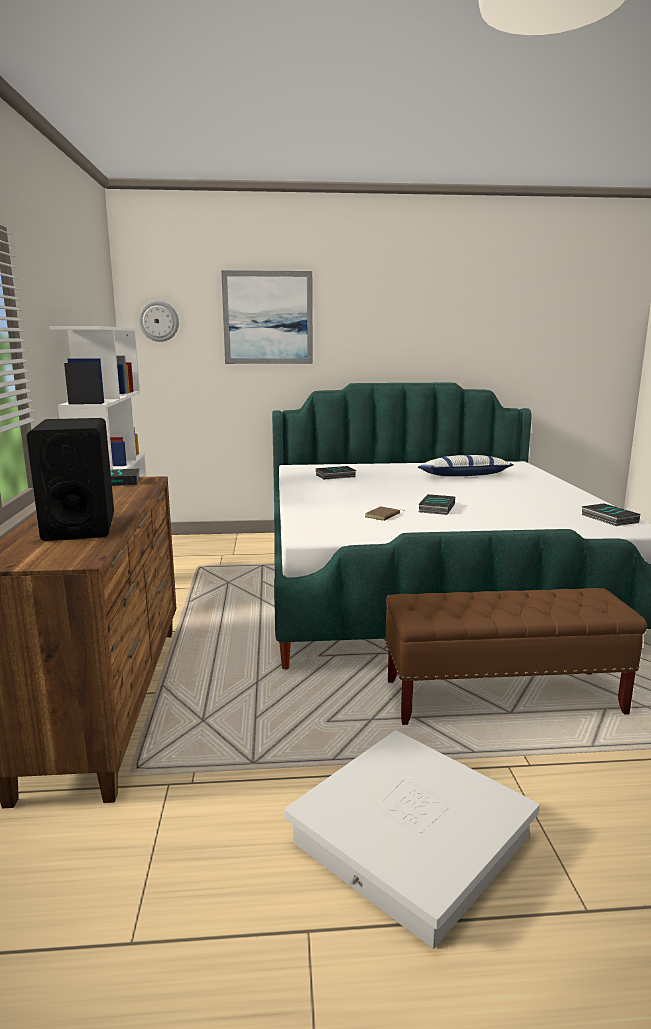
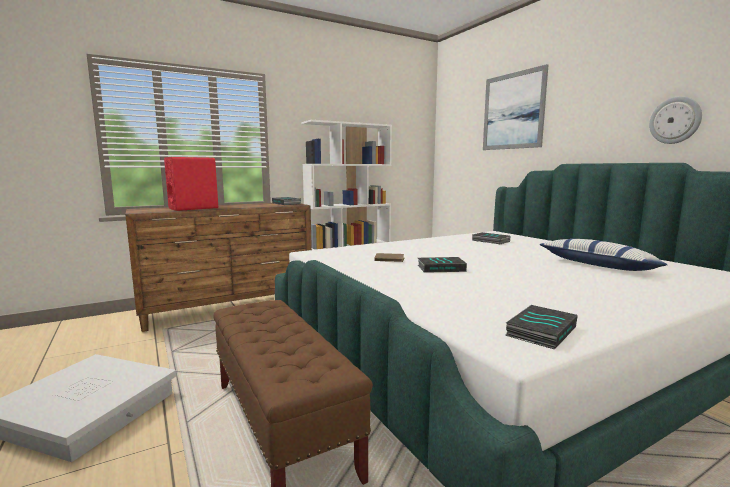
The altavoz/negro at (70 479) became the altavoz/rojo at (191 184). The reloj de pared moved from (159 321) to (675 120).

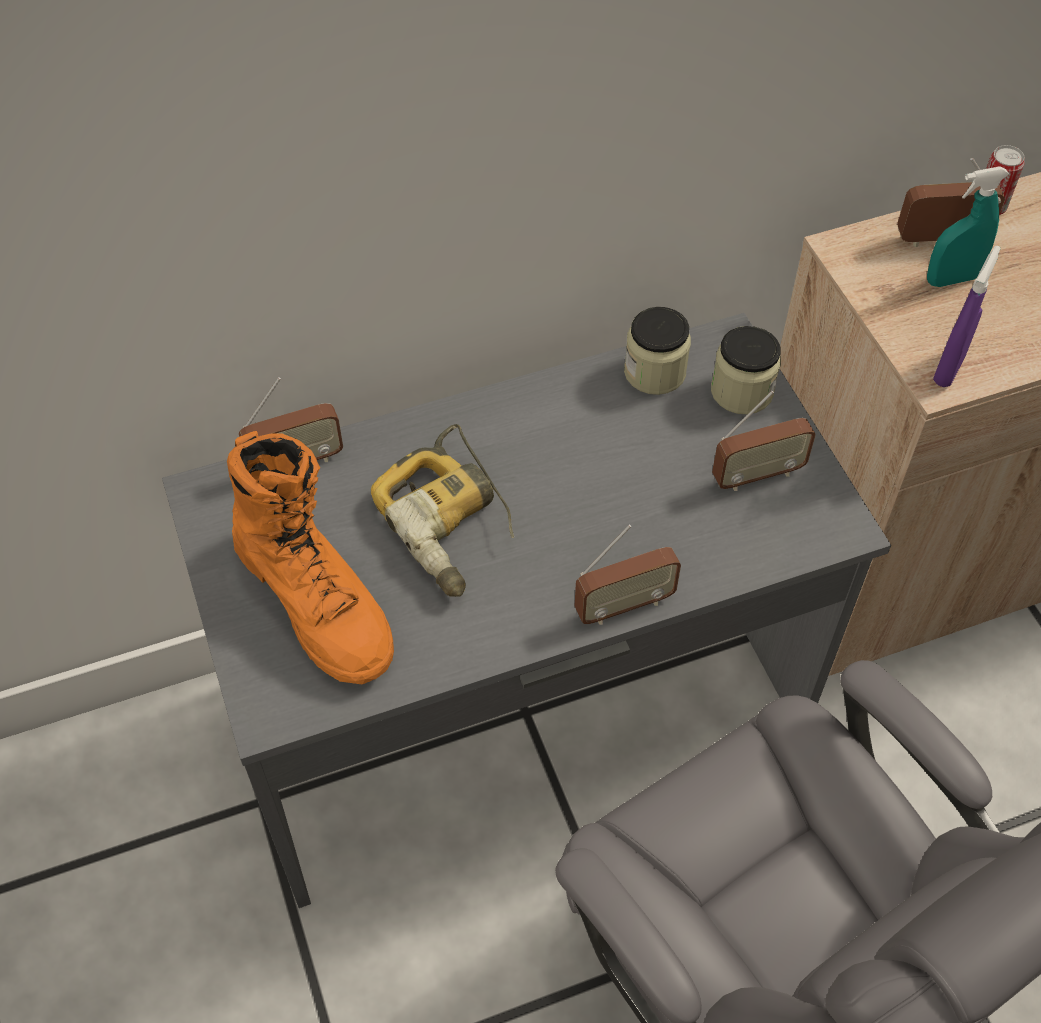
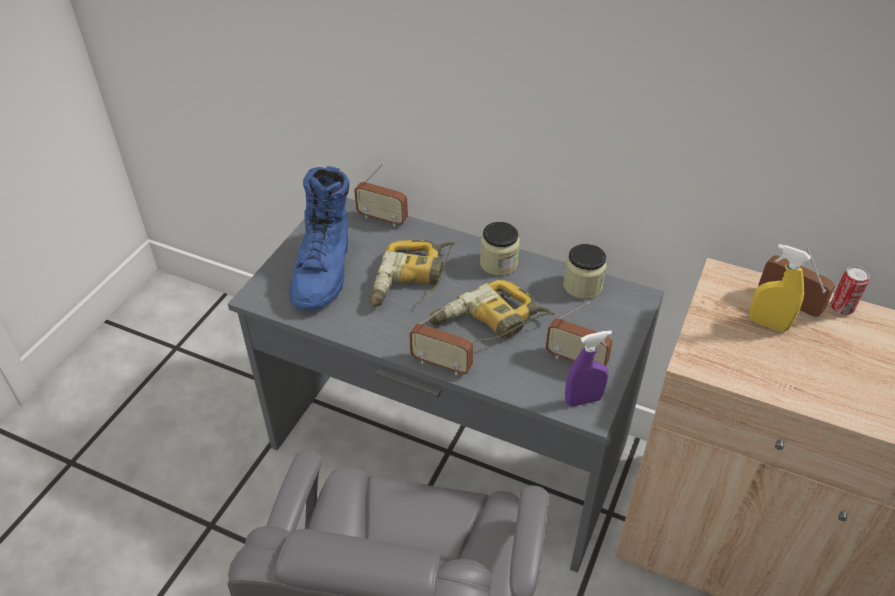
The bota/naranja at (310 557) became the bota/azul at (319 238). The taladro at (492 311) appeared. The tarro moved from (746 370) to (500 249). The pulverizador/morado moved from (967 316) to (588 368). The pulverizador/turquesa at (968 226) became the pulverizador/amarillo at (780 288).

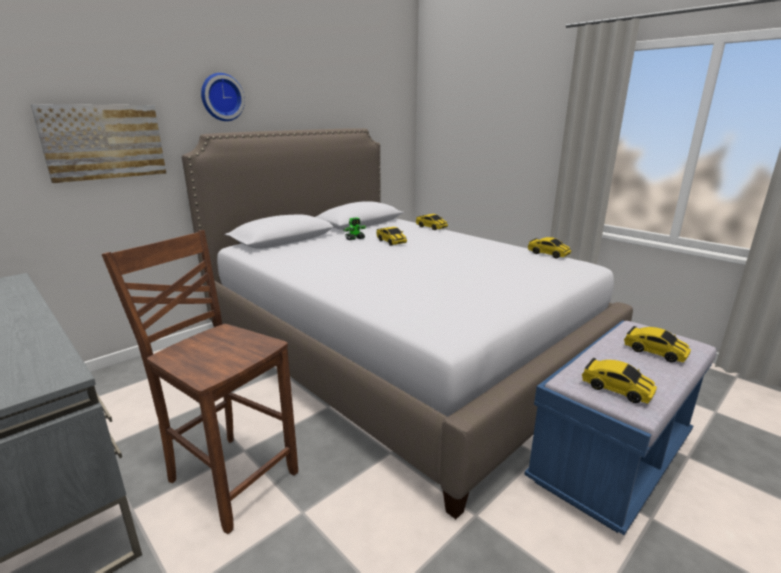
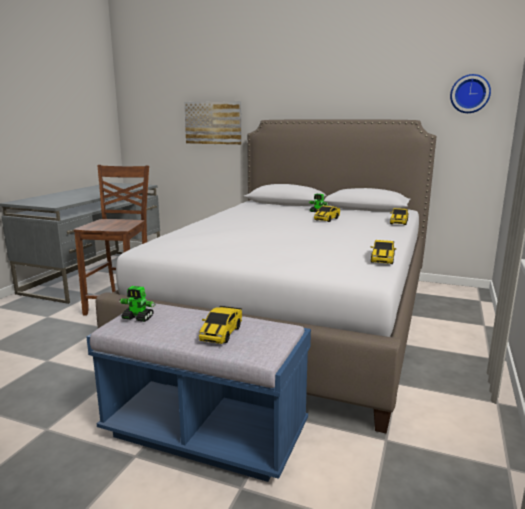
The coche de juguete at (619 381) was replaced by the robot de juguete at (137 304). The reloj de pared moved from (223 97) to (470 93).

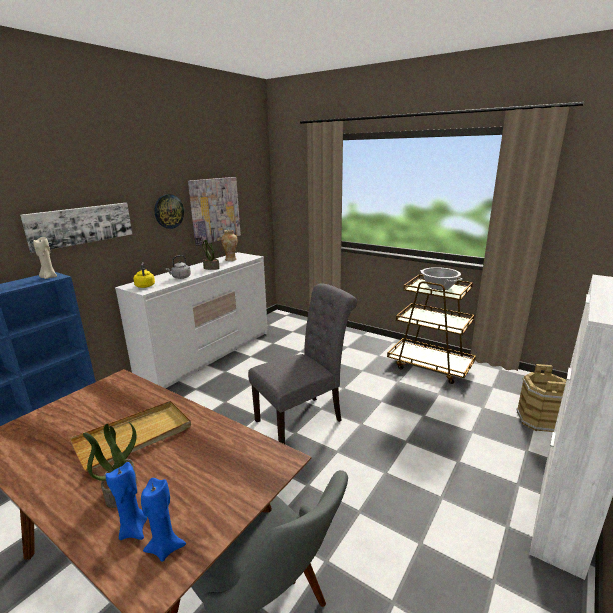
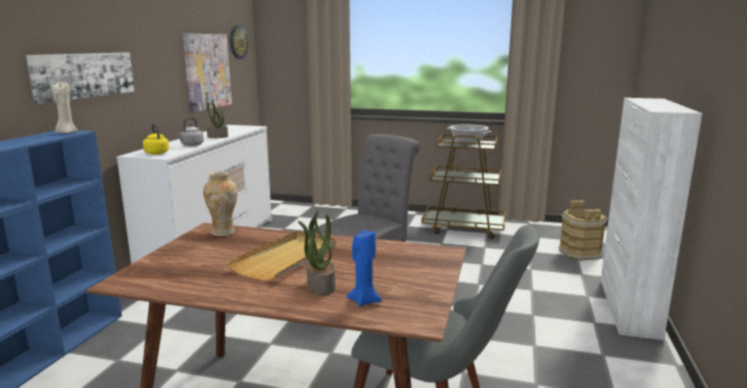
The florero moved from (229 245) to (220 203). The reloj de pared moved from (169 211) to (239 42). The vela/azul at (163 520) disappeared.

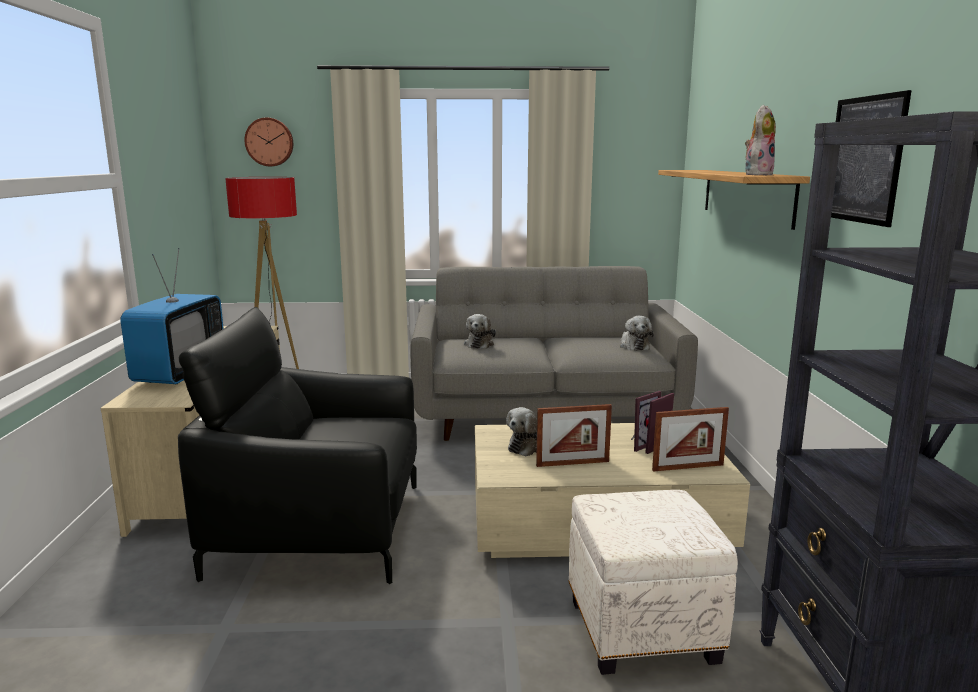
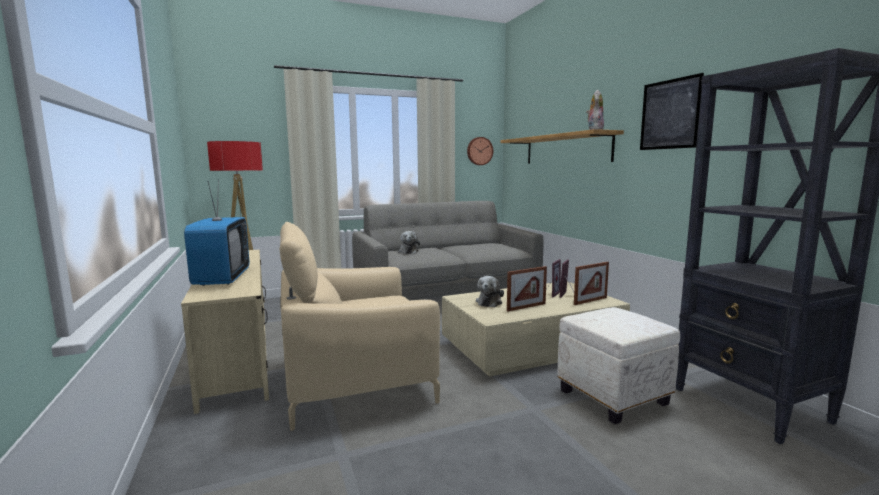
The sillón/negro at (297 445) became the sillón/beis at (359 326). The reloj de pared moved from (268 141) to (480 151). The peluche at (637 333) disappeared.

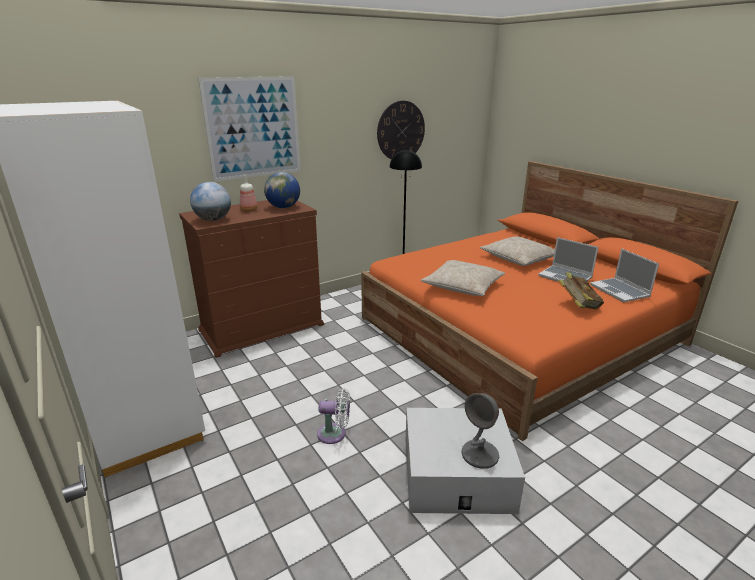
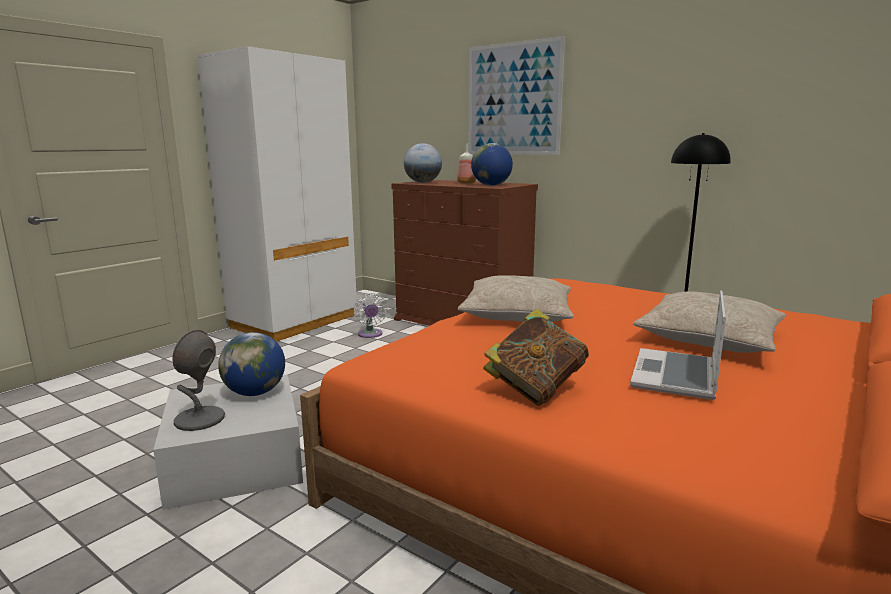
The globo terráqueo at (251 364) appeared. The ventilador/blanco moved from (333 416) to (371 315). The reloj de pared at (401 130) disappeared. The portátil at (624 275) disappeared.

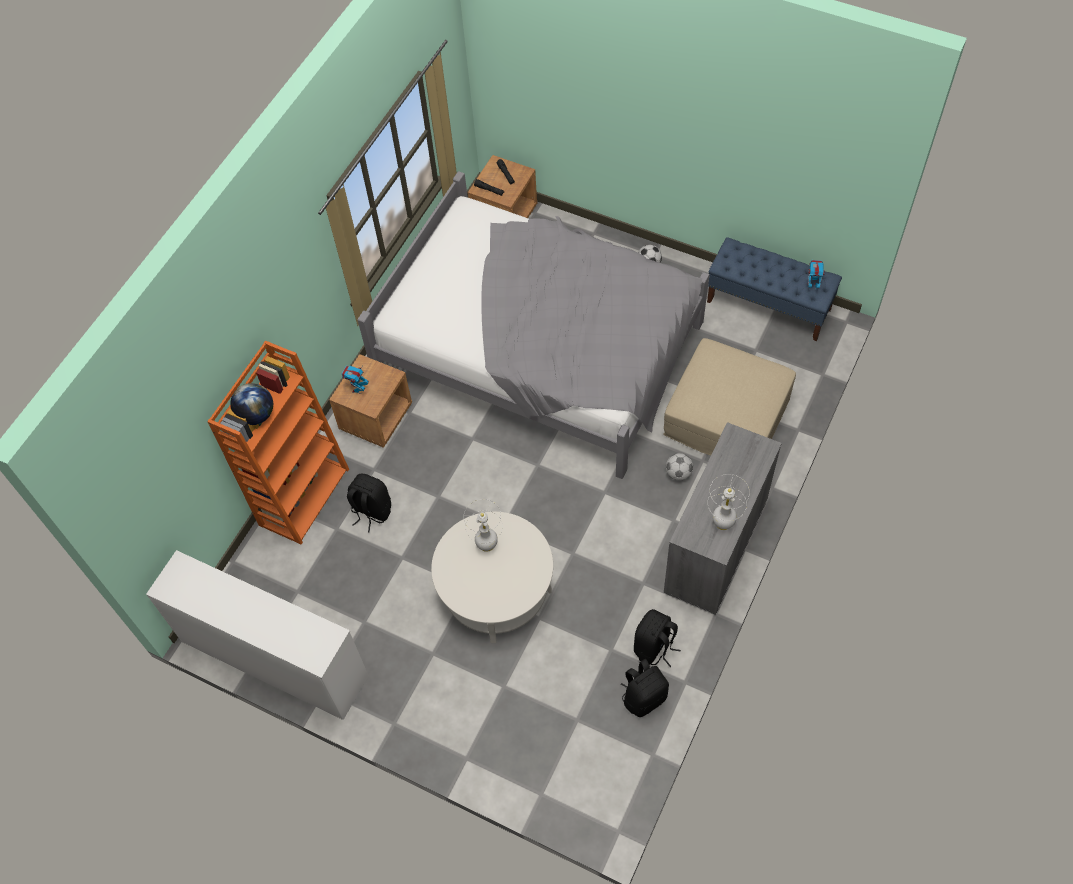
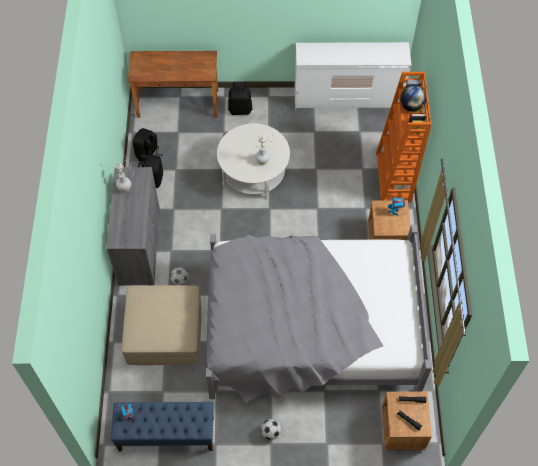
The escritorio/marrón at (173 84) appeared. The mochila/negro moved from (369 503) to (240 98).

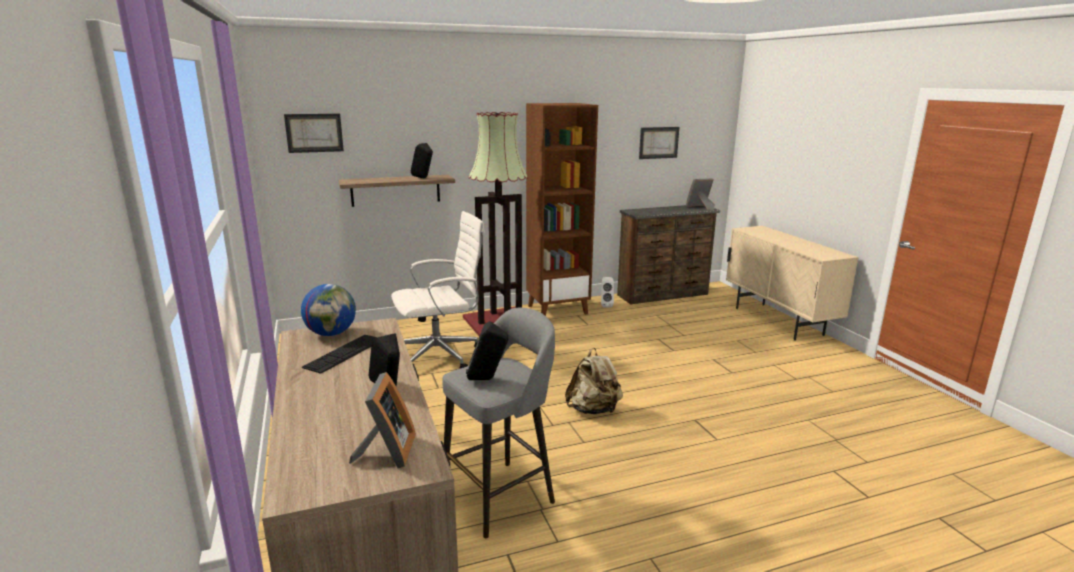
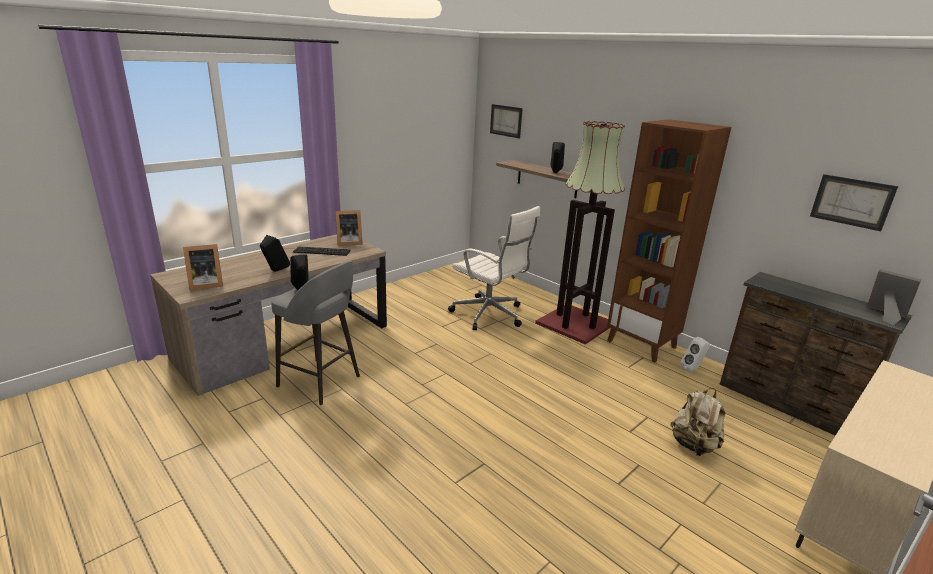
The globo terráqueo at (328 310) was replaced by the portarretratos at (349 228). The mochila/beis moved from (594 381) to (697 422).

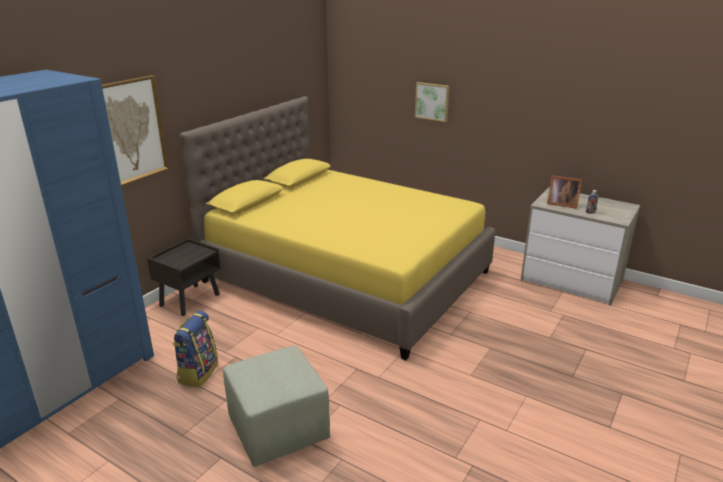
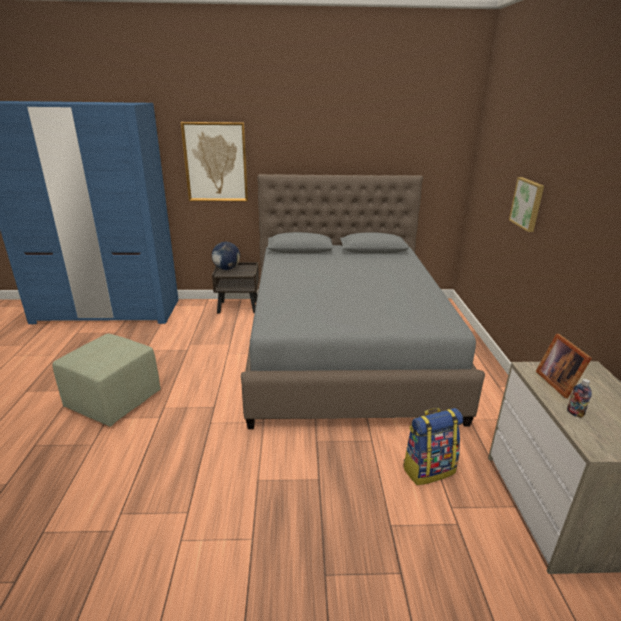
The globo terráqueo at (226 256) appeared. The cama/amarillo at (337 228) became the cama/gris at (363 301). The mochila moved from (195 348) to (433 446).

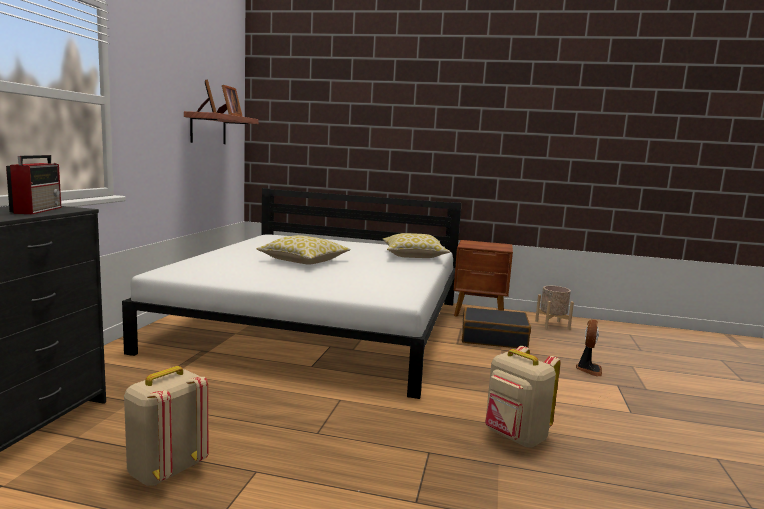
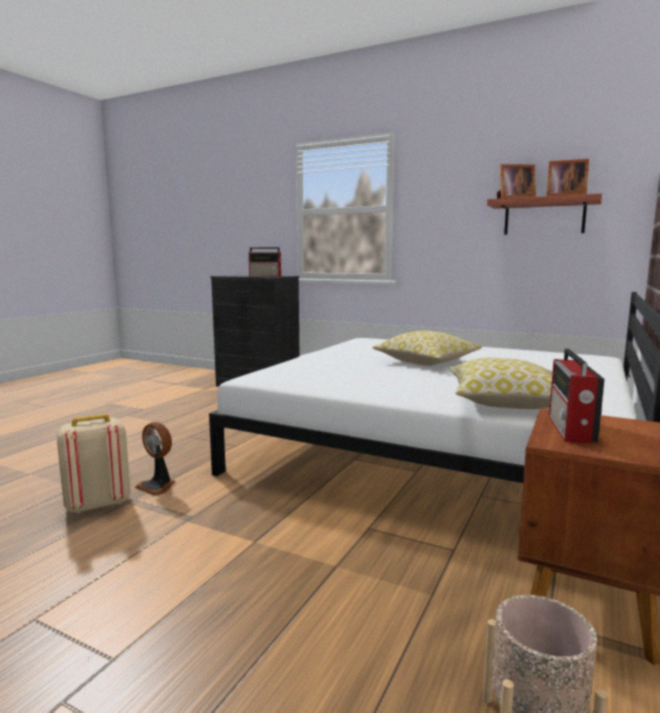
The ventilador moved from (589 348) to (155 459). The radio at (577 396) appeared. The mochila/beis at (166 426) disappeared. The maleta/negro at (496 327) disappeared.

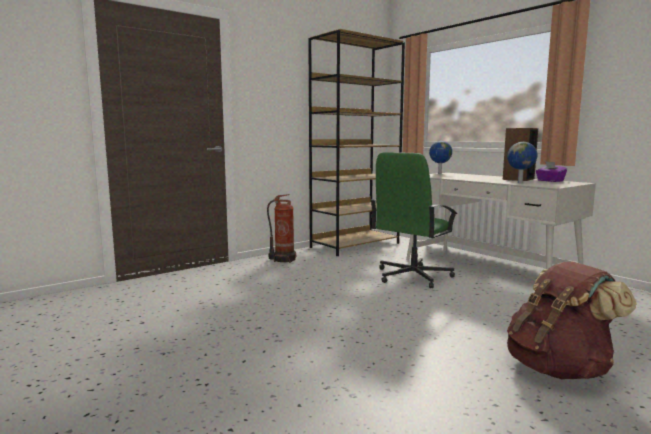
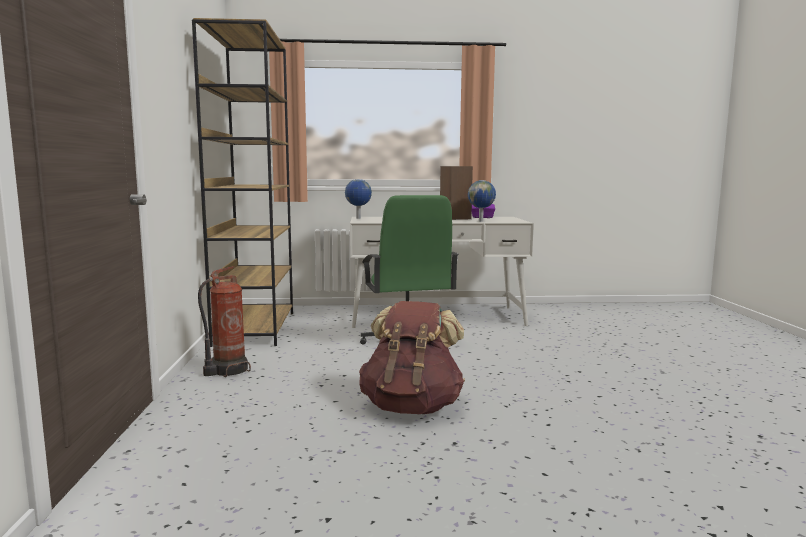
The mochila/marrón moved from (571 320) to (412 357).

